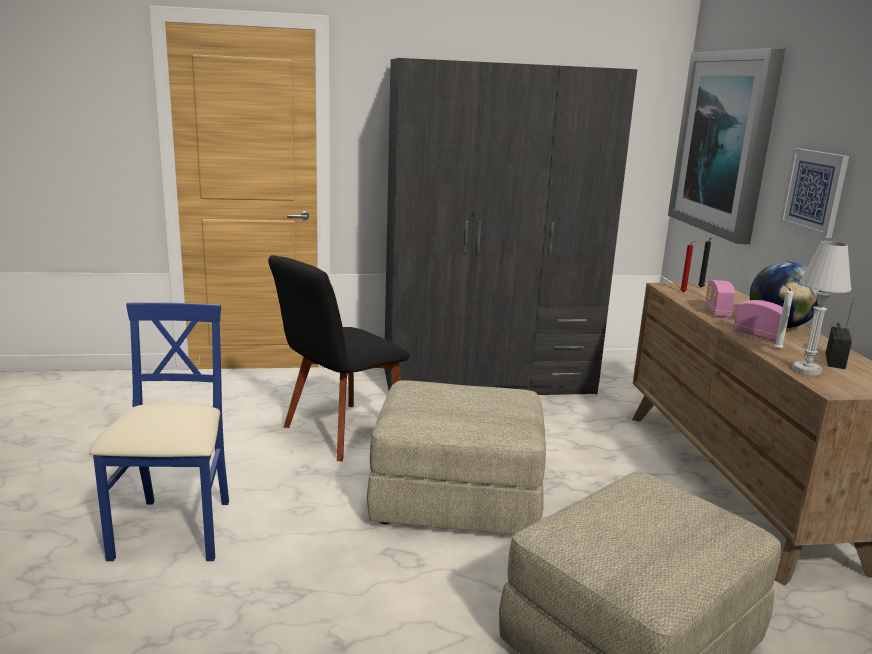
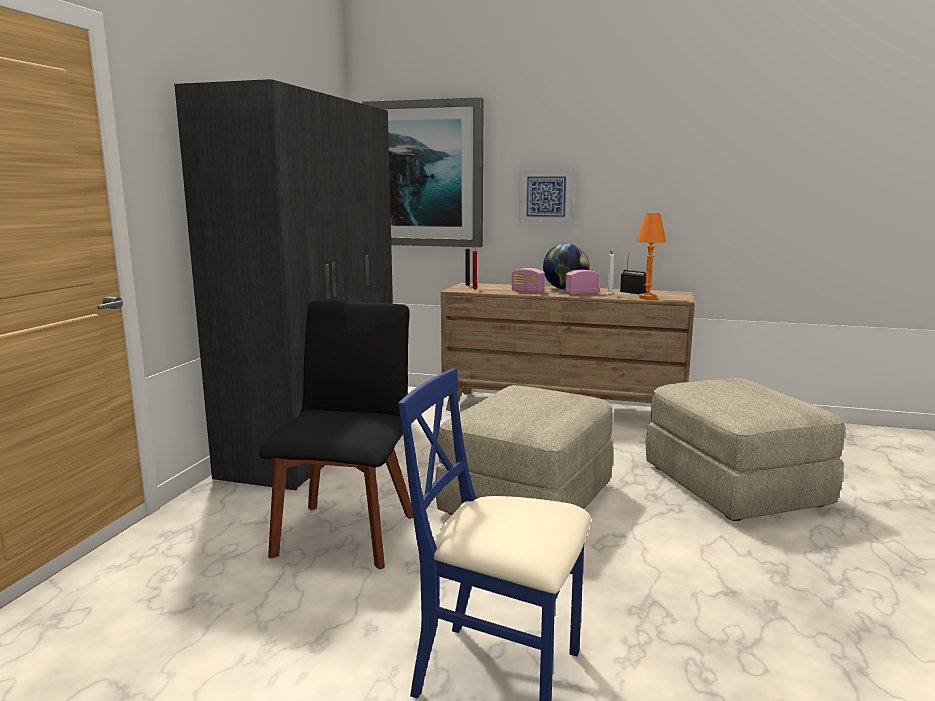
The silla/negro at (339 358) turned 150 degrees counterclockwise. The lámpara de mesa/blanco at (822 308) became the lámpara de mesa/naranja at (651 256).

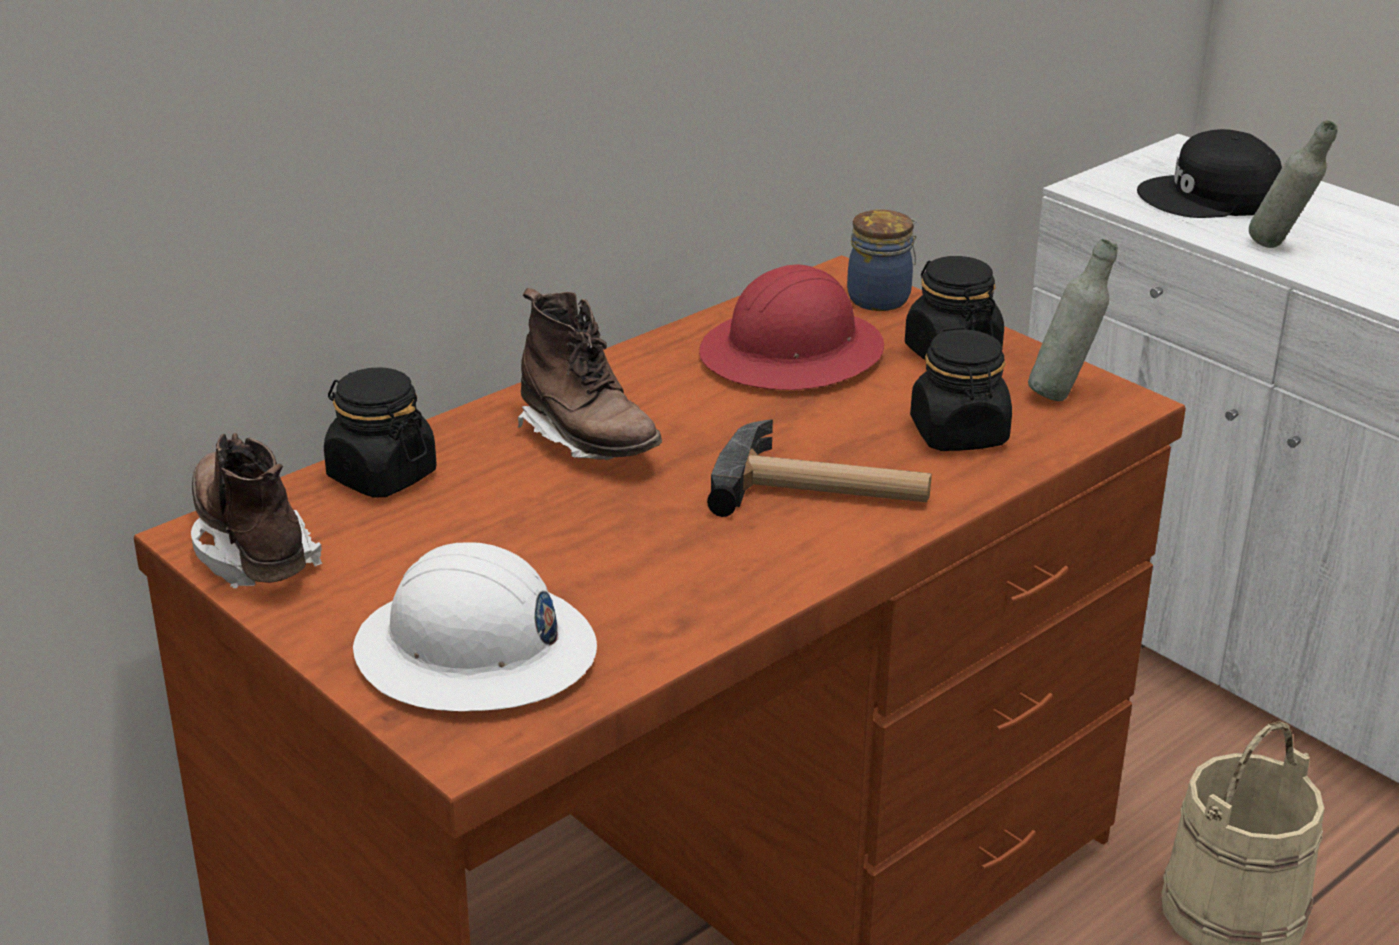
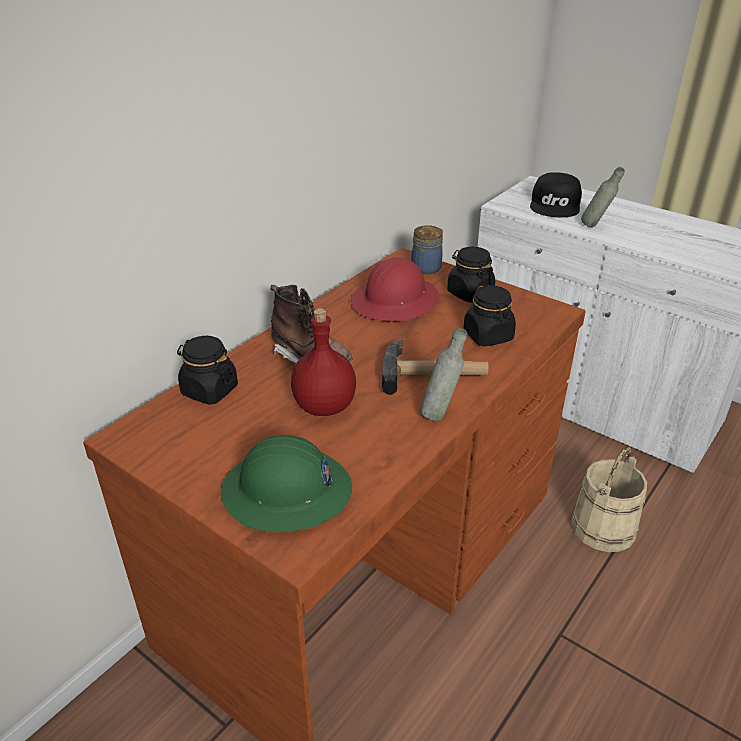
The casco/blanco at (475 626) became the casco/verde at (286 483). The botella/rojo at (323 362) appeared. The botella/gris moved from (1073 320) to (443 374). The gorra/negro at (1209 173) turned 60 degrees counterclockwise. The bota/marrón at (256 510) disappeared.

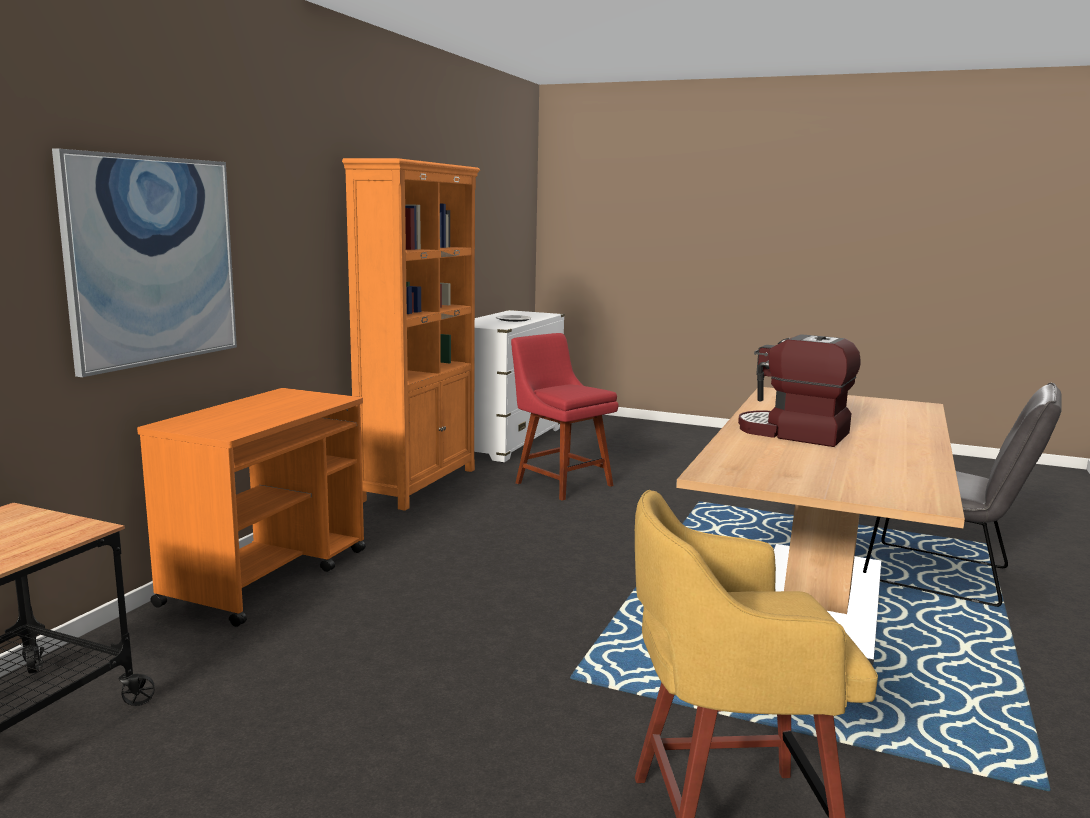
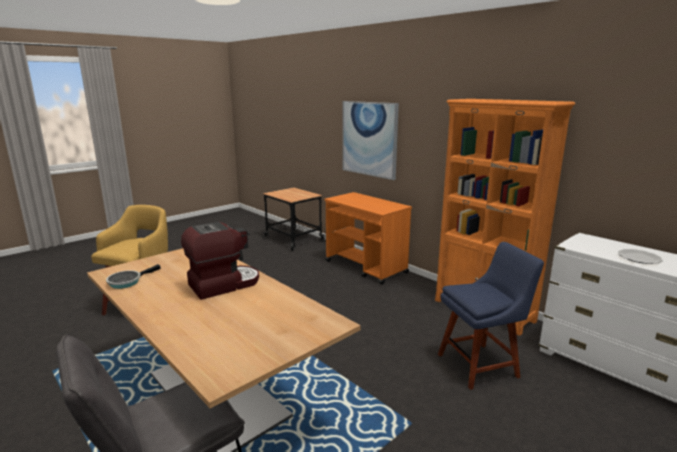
The sartén at (133 276) appeared. The silla/rojo at (565 417) became the silla/azul at (491 316).

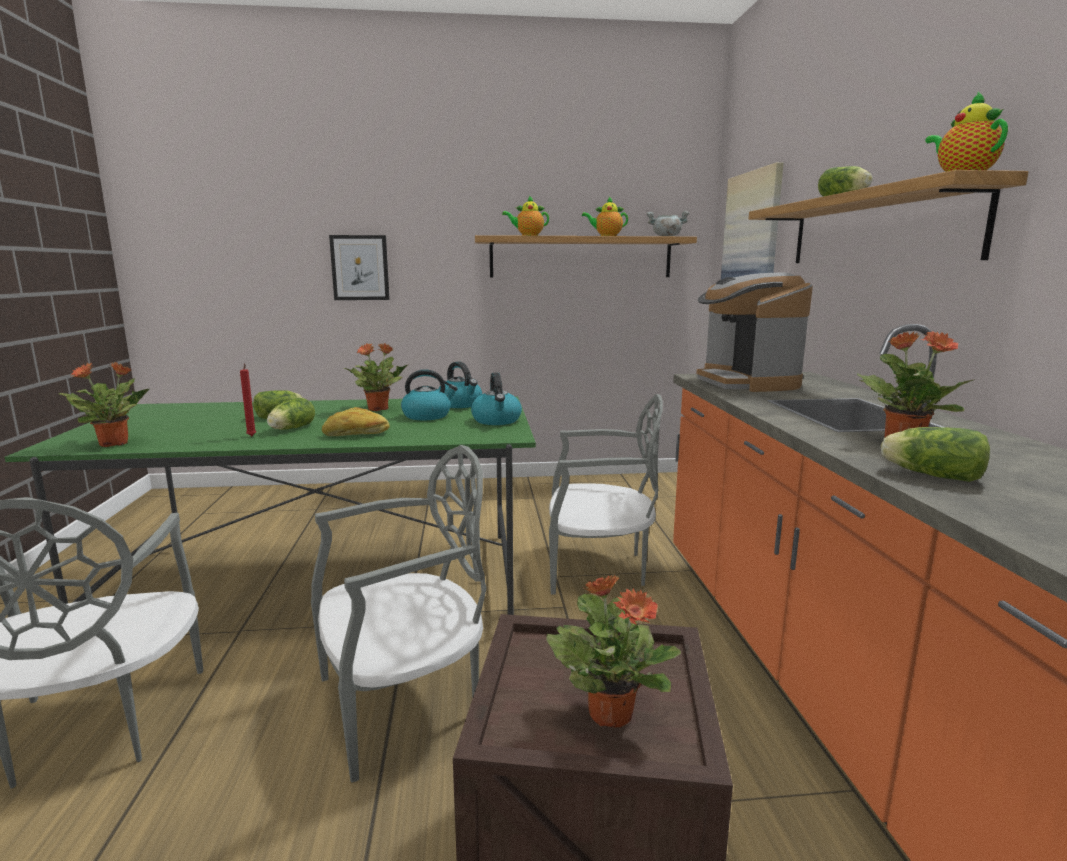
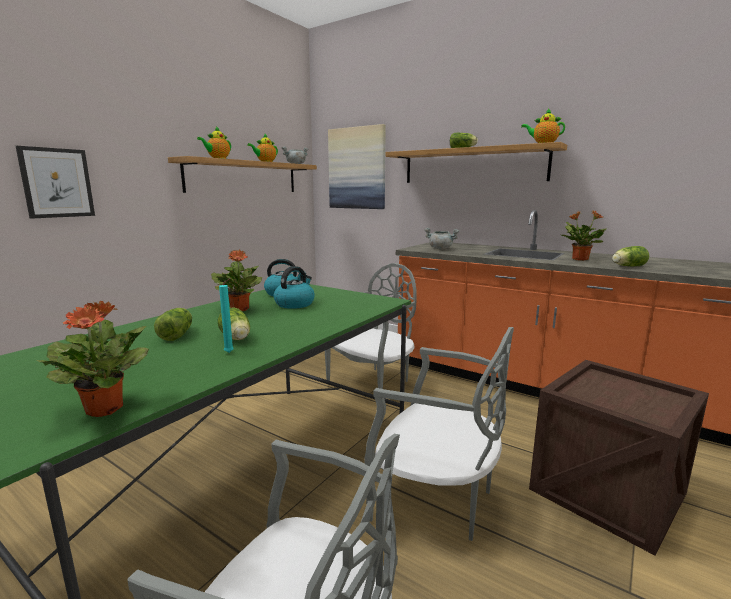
The vela/rojo at (248 399) became the vela/turquesa at (226 315). The silla/gris at (399 614) turned 105 degrees clockwise. The cafetera at (755 332) was replaced by the olla/gris at (442 238). The pan at (356 421) disappeared. The hervidor at (496 399) disappeared. The planta en maceta at (613 650) disappeared.

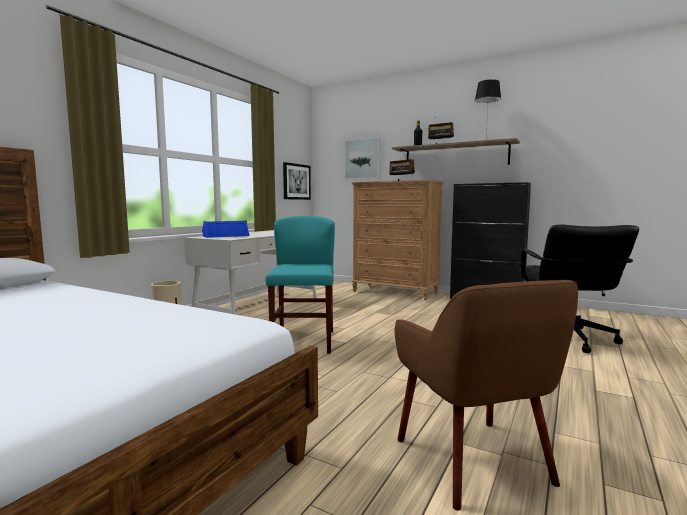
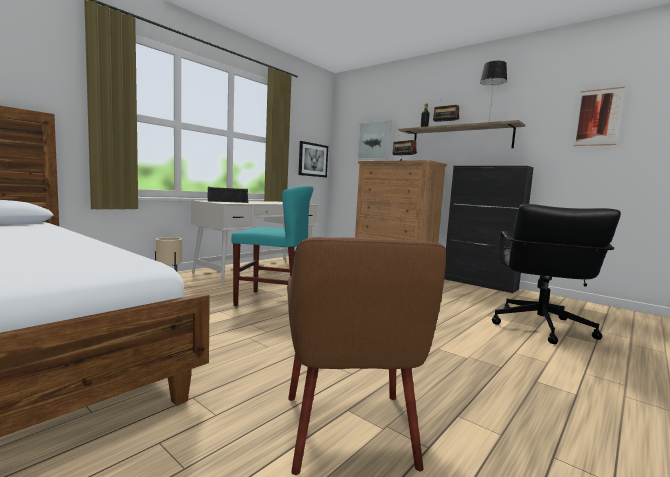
The altavoz/azul at (225 229) became the altavoz/negro at (227 195). The silla/turquesa at (300 284) turned 90 degrees clockwise. The cuadro at (599 116) appeared.

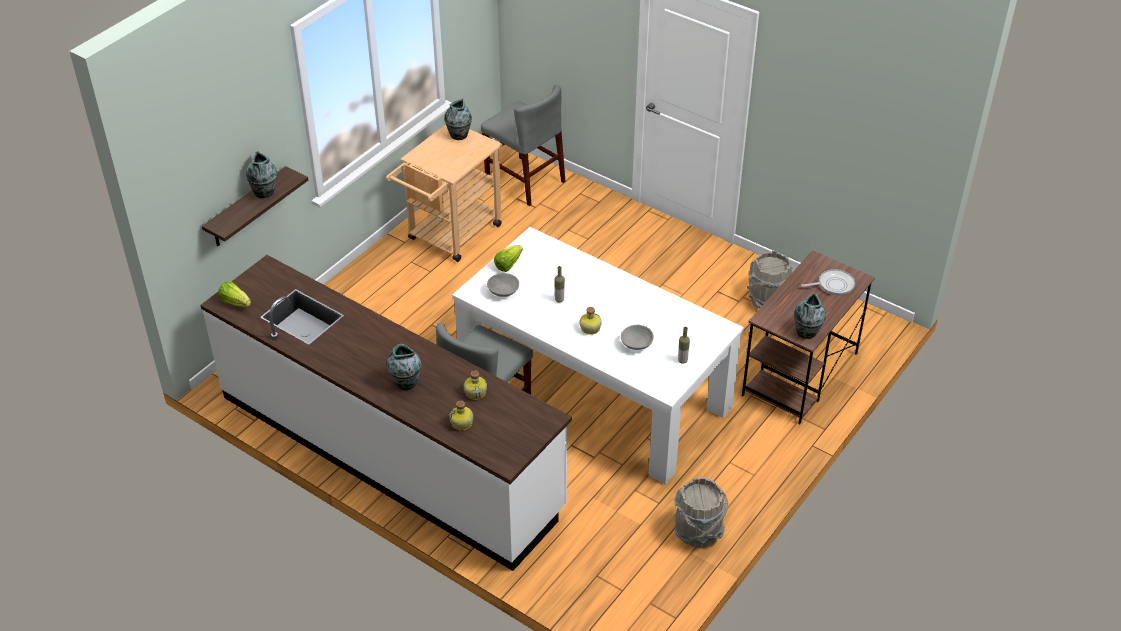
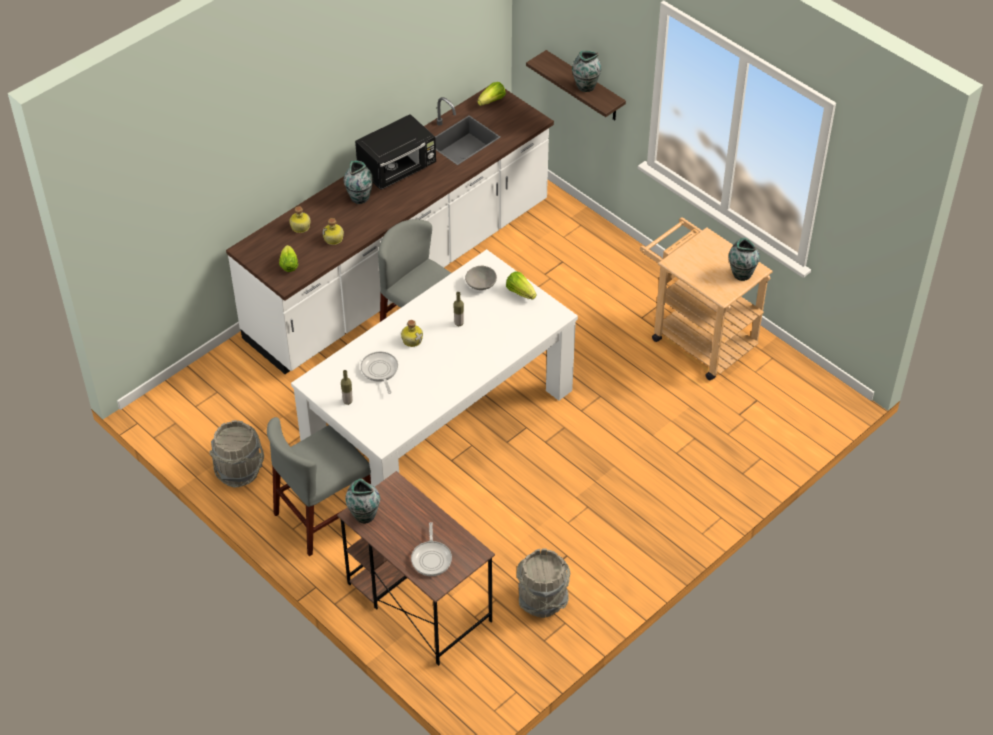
The silla/gris moved from (523 145) to (319 486). The lechuga at (288 258) appeared. The microondas/negro at (395 152) appeared. The cuenco/gris at (637 337) was replaced by the sartén at (379 373).

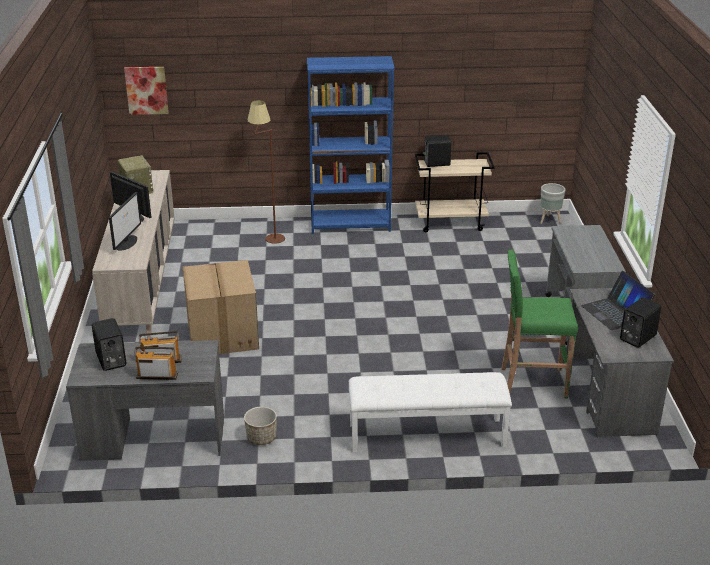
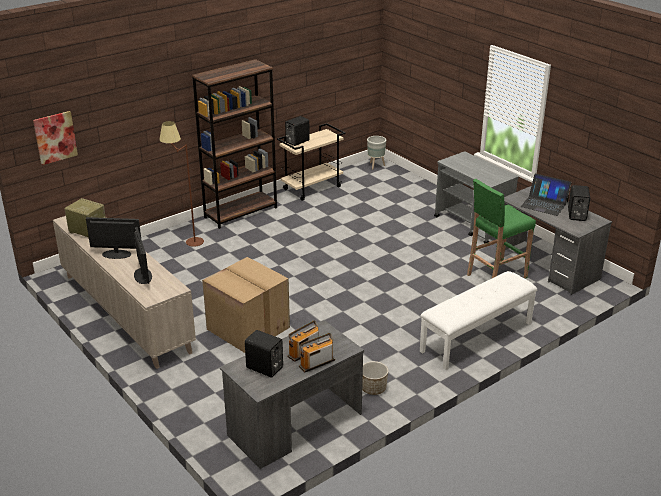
The estantería/azul at (351 145) became the estantería/marrón at (234 144).

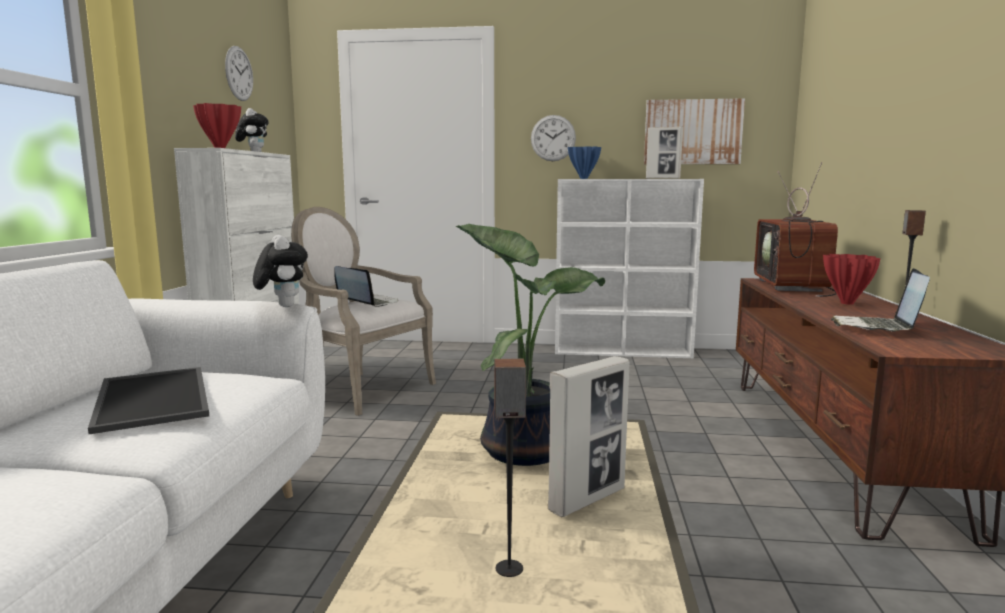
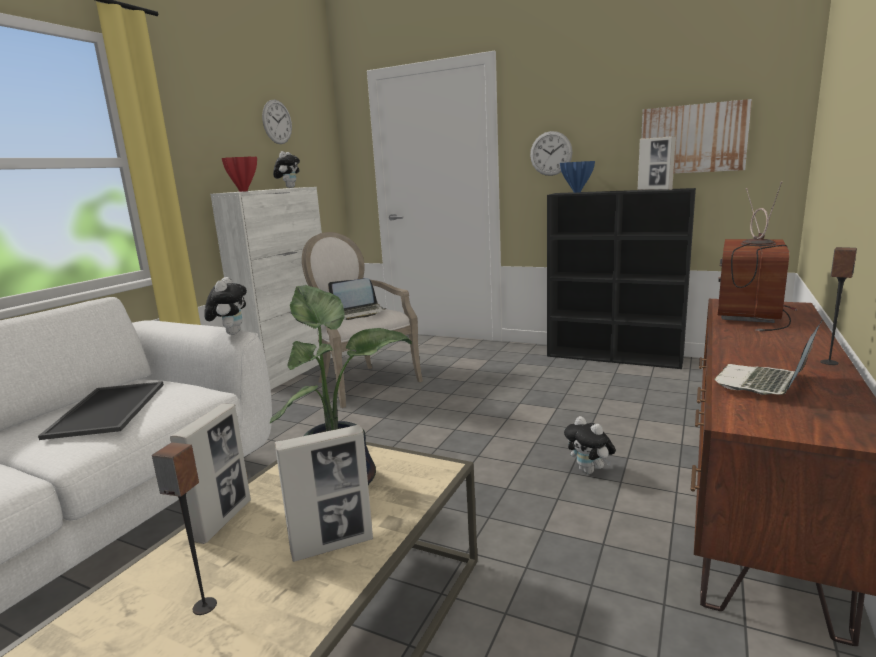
The portarretratos at (210 474) appeared. The portátil at (366 286) turned 105 degrees clockwise. The estantería/blanco at (629 268) became the estantería/negro at (621 278). The peluche at (590 445) appeared. The florero/rojo at (852 279) disappeared.

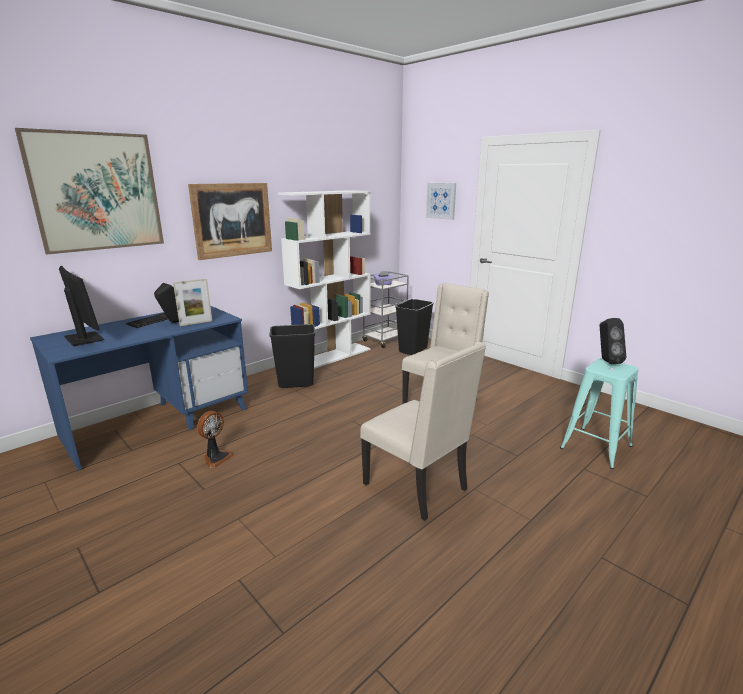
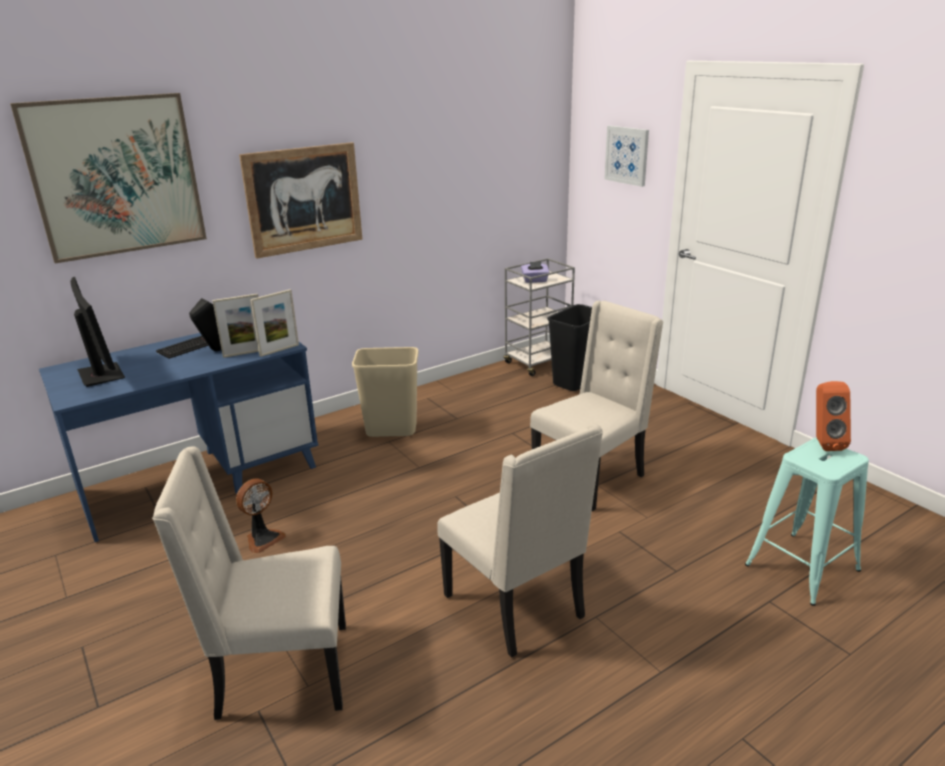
The silla/beis at (249 583) appeared. The portarretratos at (274 323) appeared. The papelera/negro at (293 356) became the papelera/beis at (385 392). The altavoz/negro at (613 341) became the altavoz/naranja at (833 416). The estantería/blanco at (324 279) disappeared.

